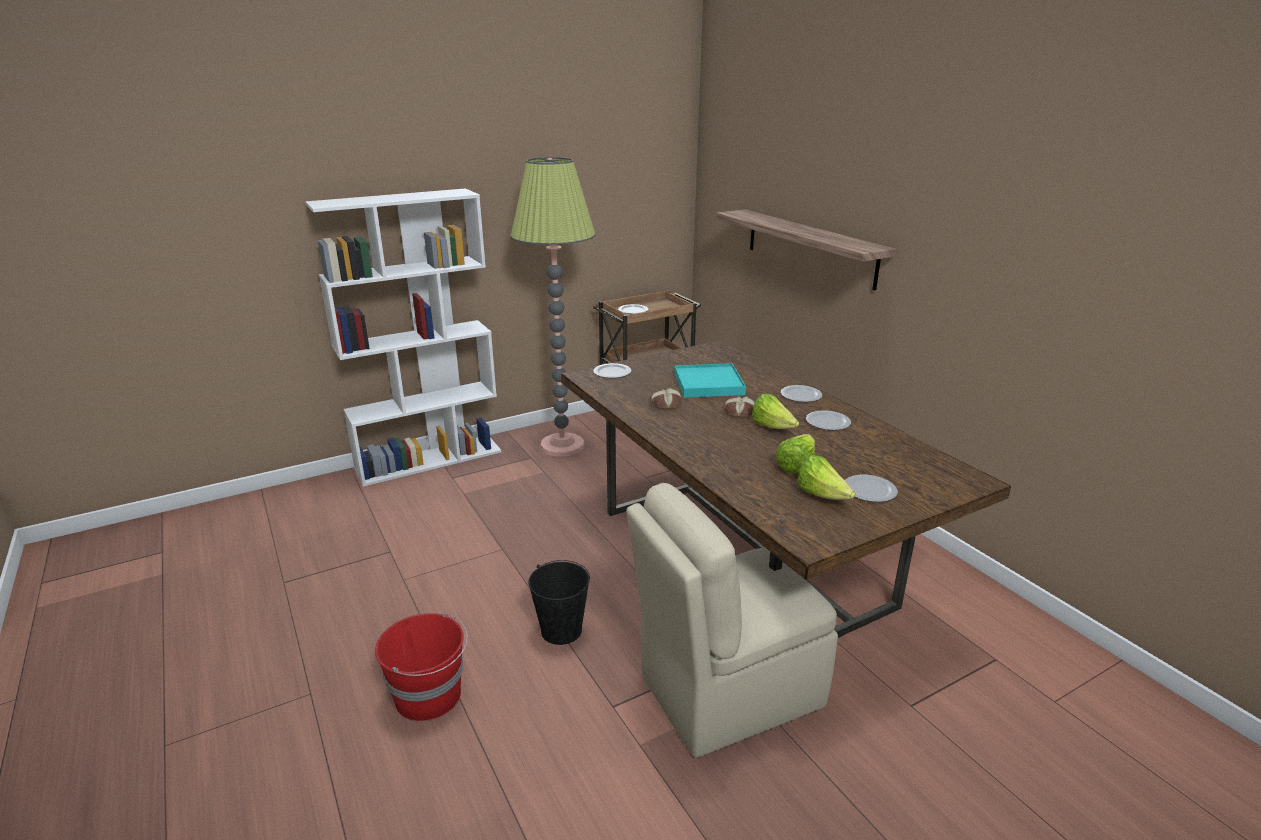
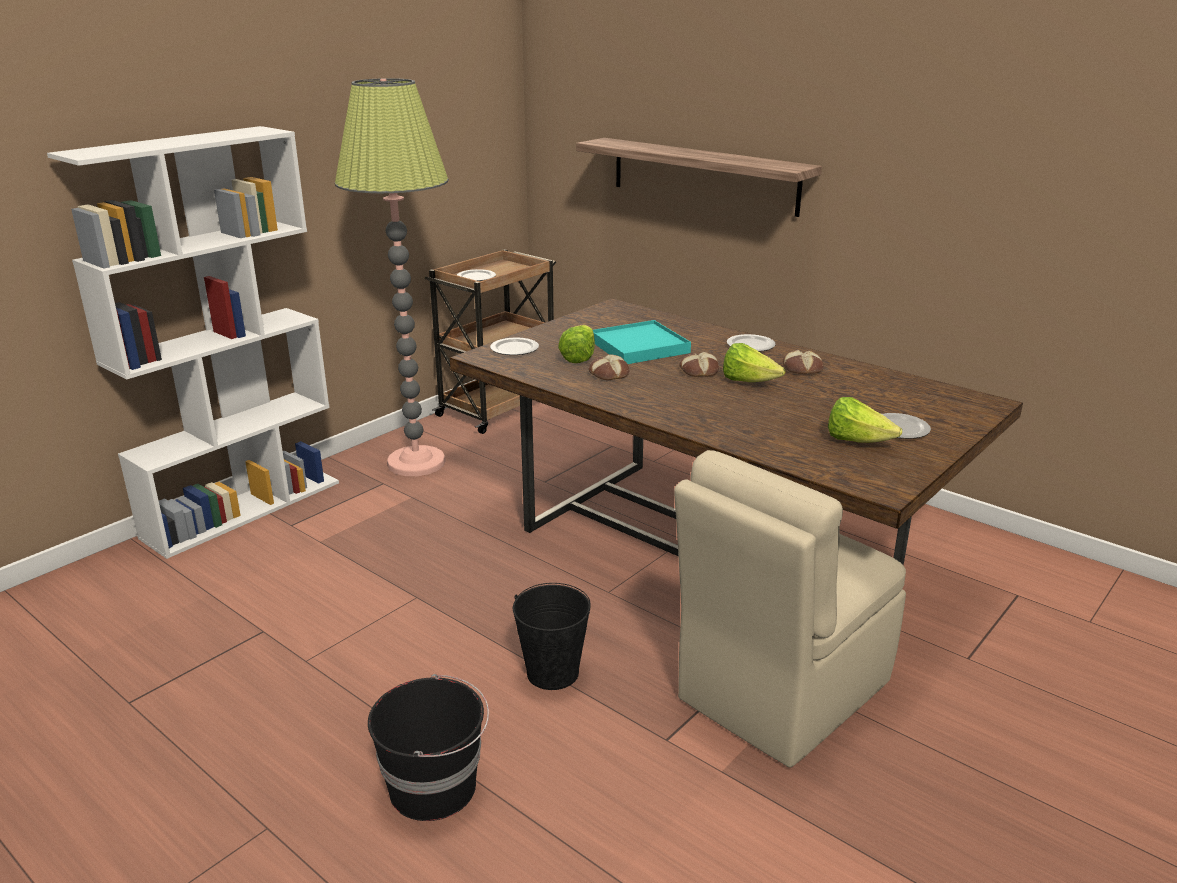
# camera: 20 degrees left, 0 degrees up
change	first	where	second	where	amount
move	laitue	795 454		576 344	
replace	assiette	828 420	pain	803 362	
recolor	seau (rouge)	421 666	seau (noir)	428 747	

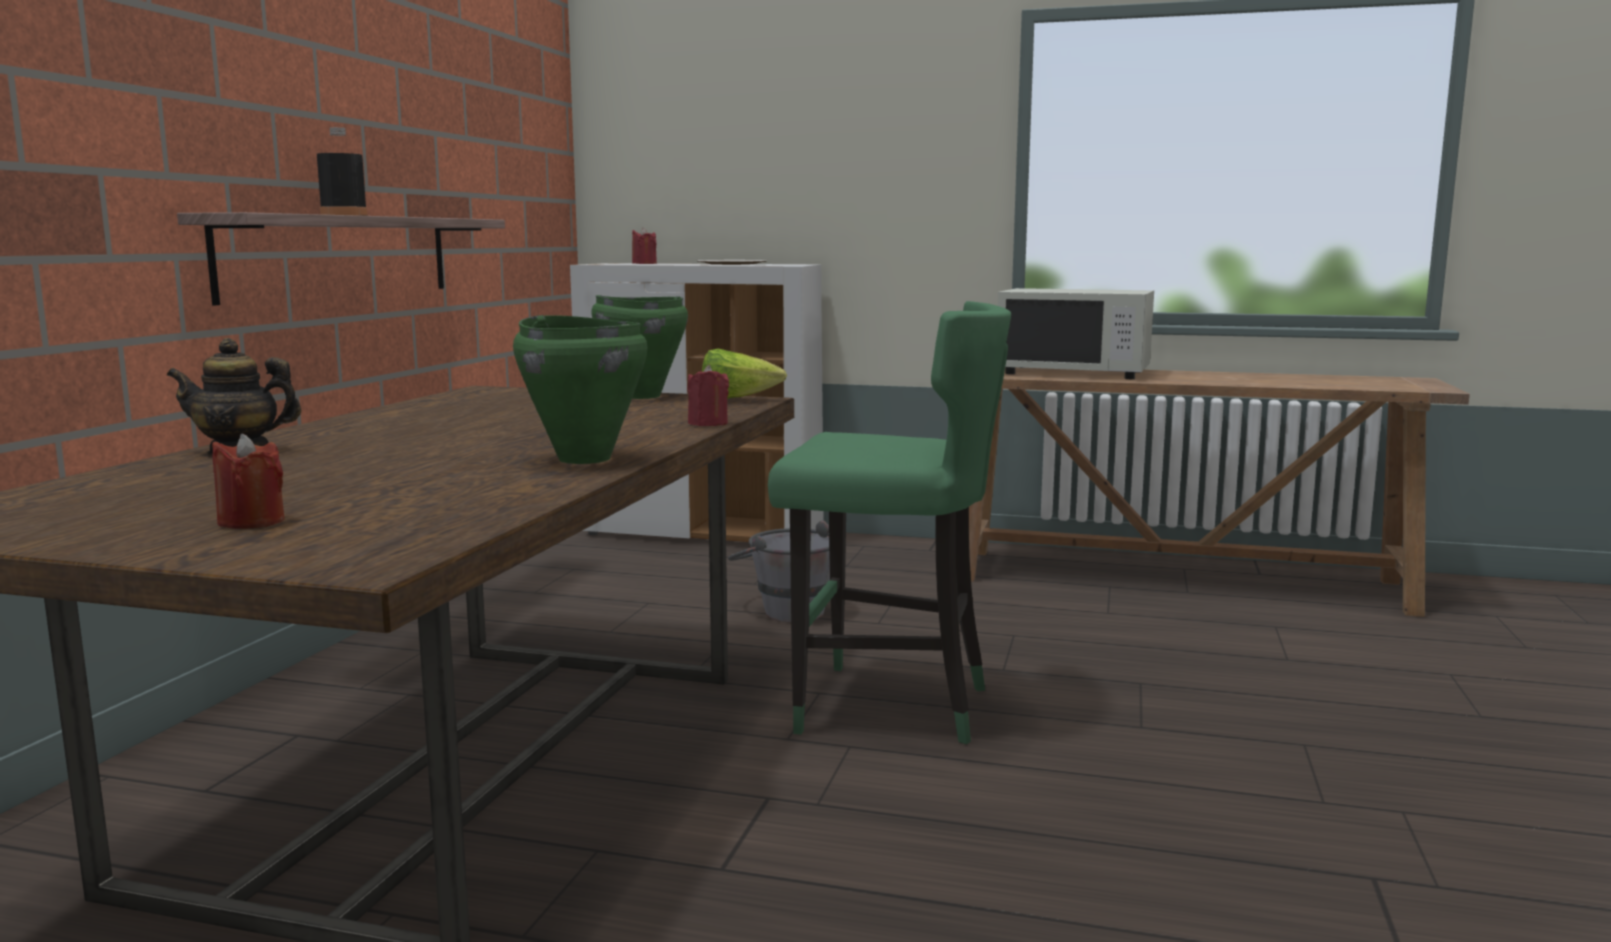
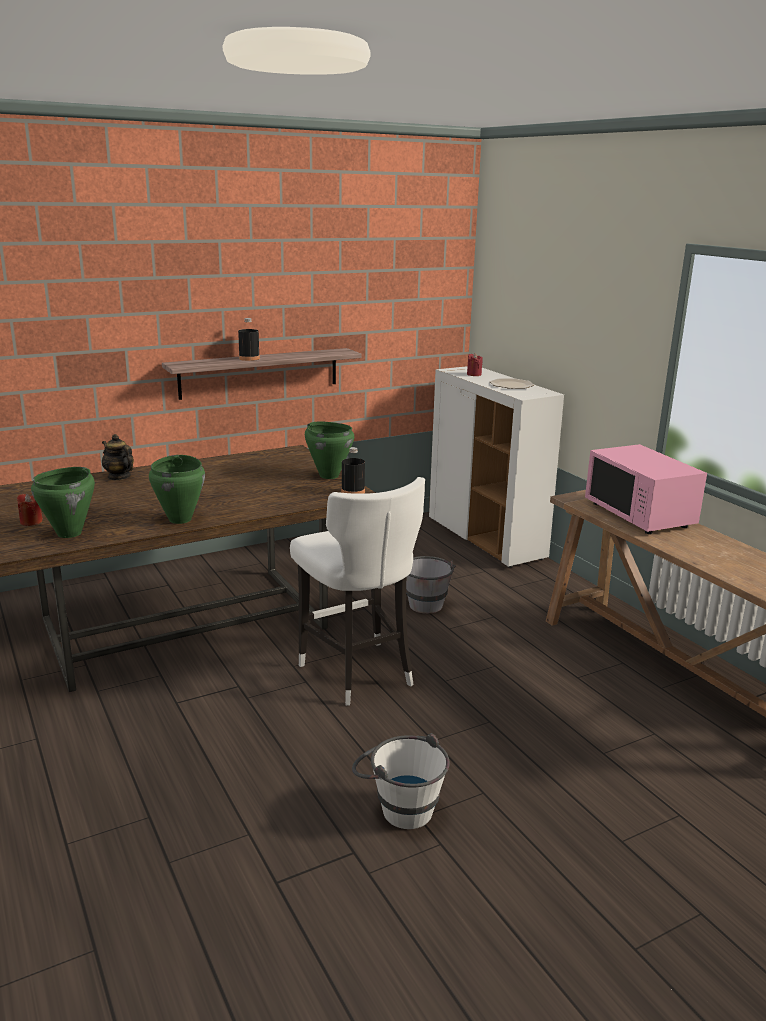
# camera: 45 degrees right, 10 degrees up
change	first	where	second	where	amount
delete	bougie (rouge)	708 395			
insert			marmite (vert)	63 502	
insert			seau (blanc)	401 781	
replace	laitue	744 374	bouteille (noir)	353 470	
recolor	tabouret (vert)	889 522	tabouret (blanc)	357 591	
recolor	micro-ondes (blanc)	1076 333	micro-ondes (rose)	646 489	

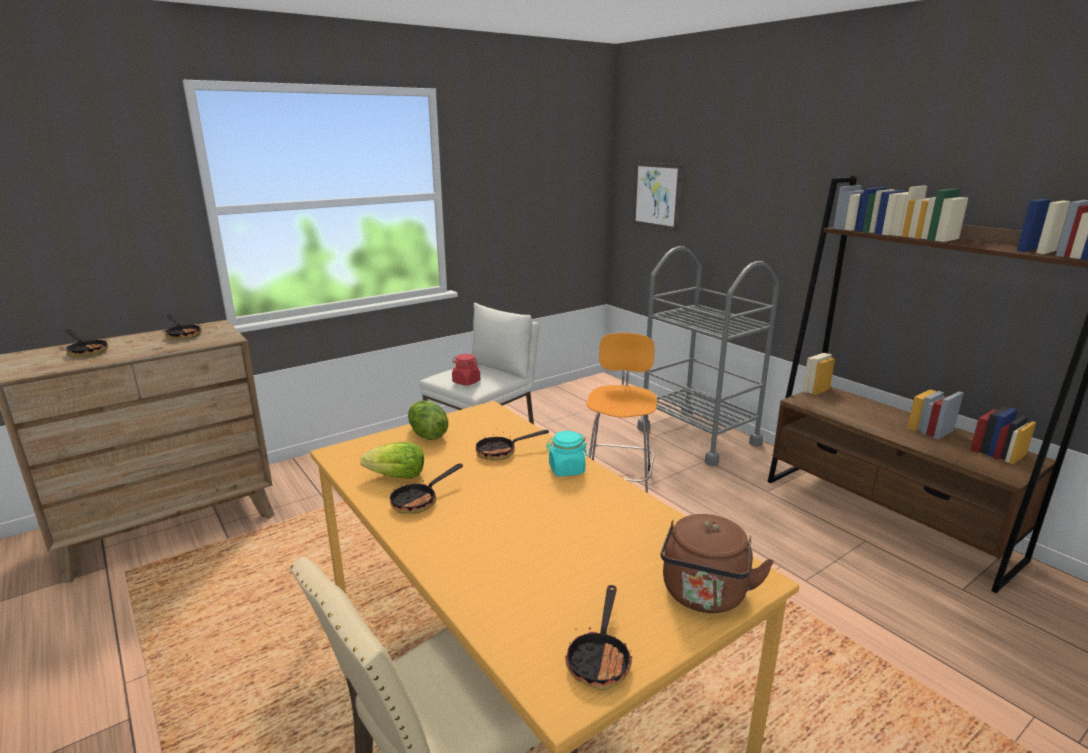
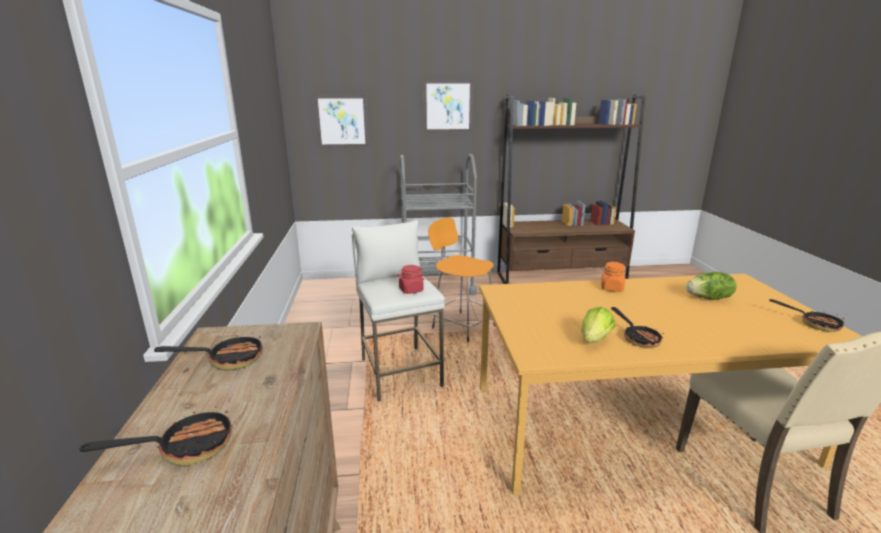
# camera: 60 degrees left, 0 degrees up
change	first	where	second	where	amount
delete	poêle	512 445			
delete	bouilloire (marron)	717 563			
insert			tableau	448 106	
move	laitue	428 420		711 286	
recolor	bocal (turquoise)	567 453	bocal (orange)	613 277	

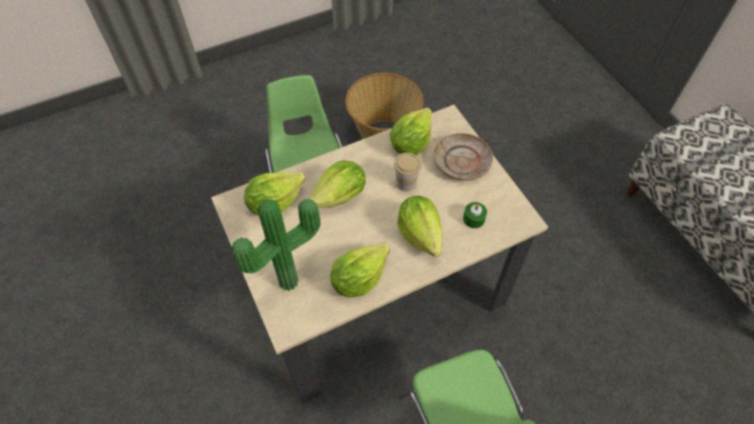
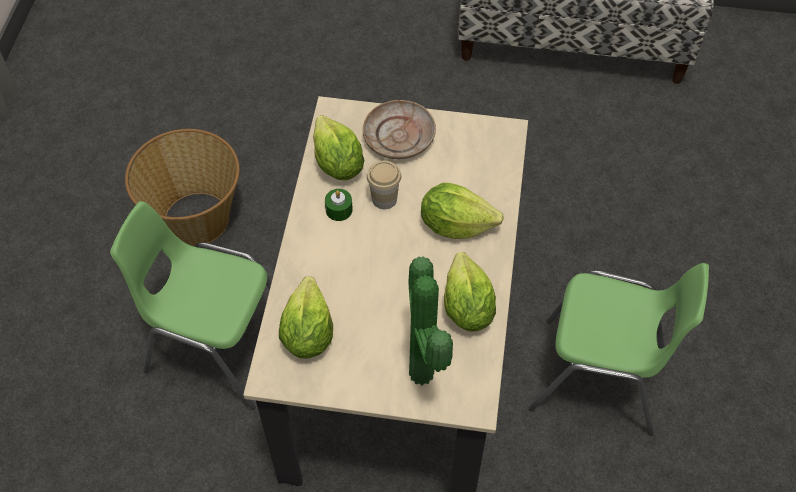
# camera: 55 degrees left, 0 degrees up
change	first	where	second	where	amount
delete	laitue	337 184			
move	bougie (vert)	475 215		339 205	

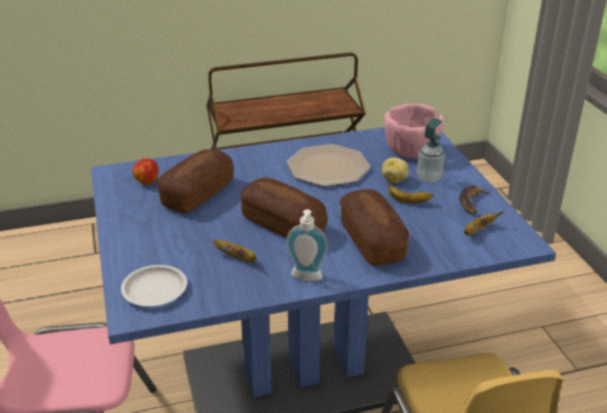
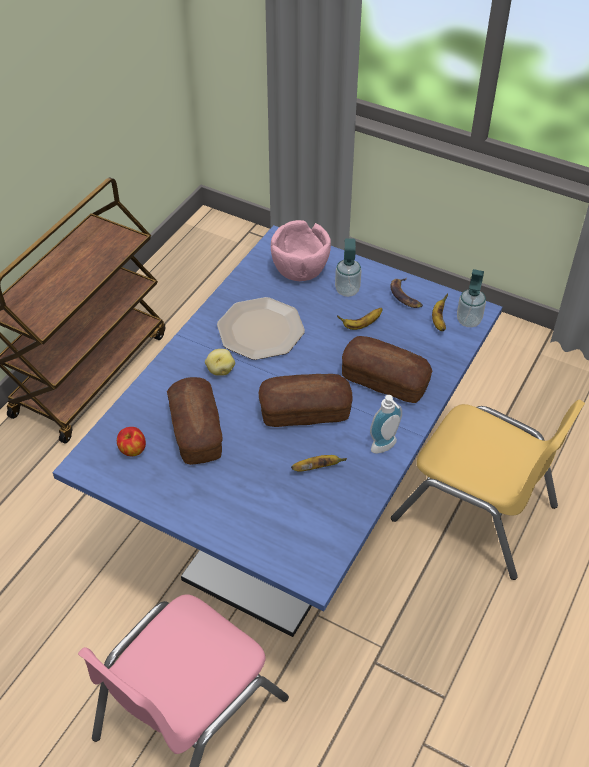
# camera: 45 degrees left, 15 degrees up
change	first	where	second	where	amount
delete	assiette (blanc)	154 285			
insert			distributeur de savon	471 298	
move	pomme de terre	395 170		220 362	

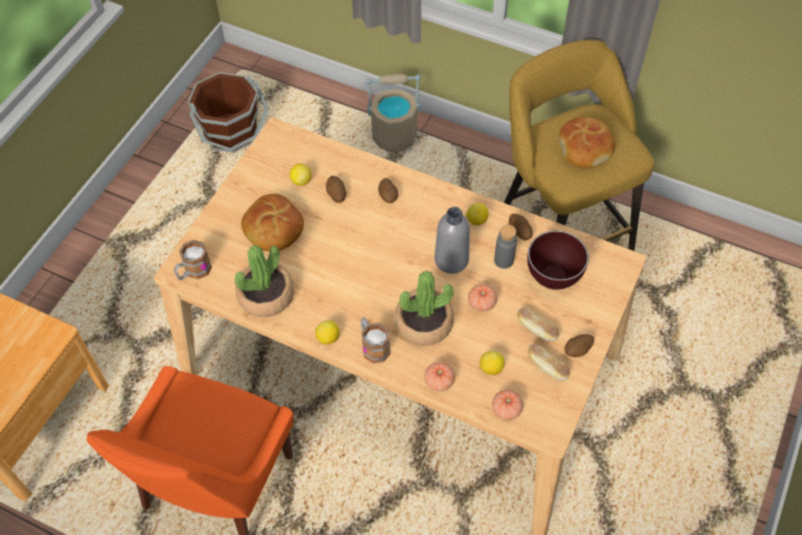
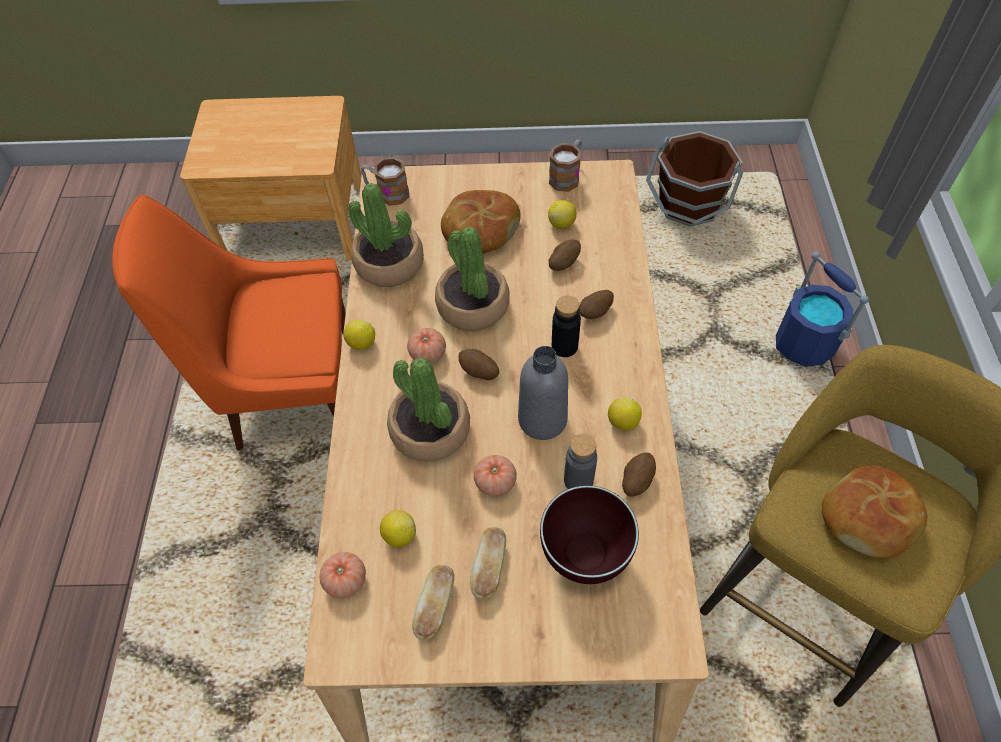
# camera: 65 degrees right, 0 degrees up
change	first	where	second	where	amount
insert			plante en pot	472 279	
insert			bouteille (noir)	566 326	
move	mug	375 340		565 165	
move	tomate	439 376		426 345	
move	pomme de terre	579 345		478 364	
recolor	seau (beige)	393 113	seau (bleu)	822 309	

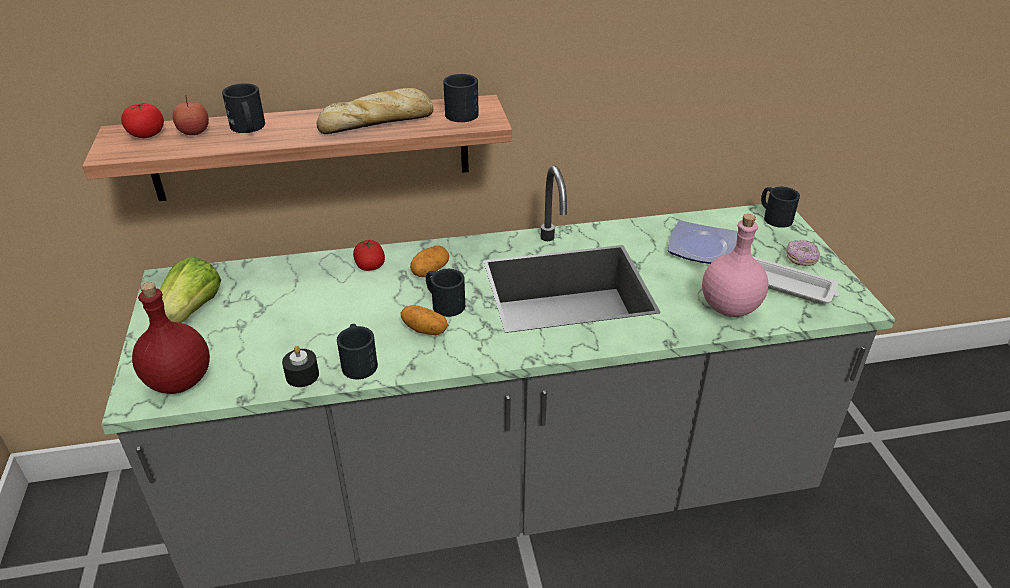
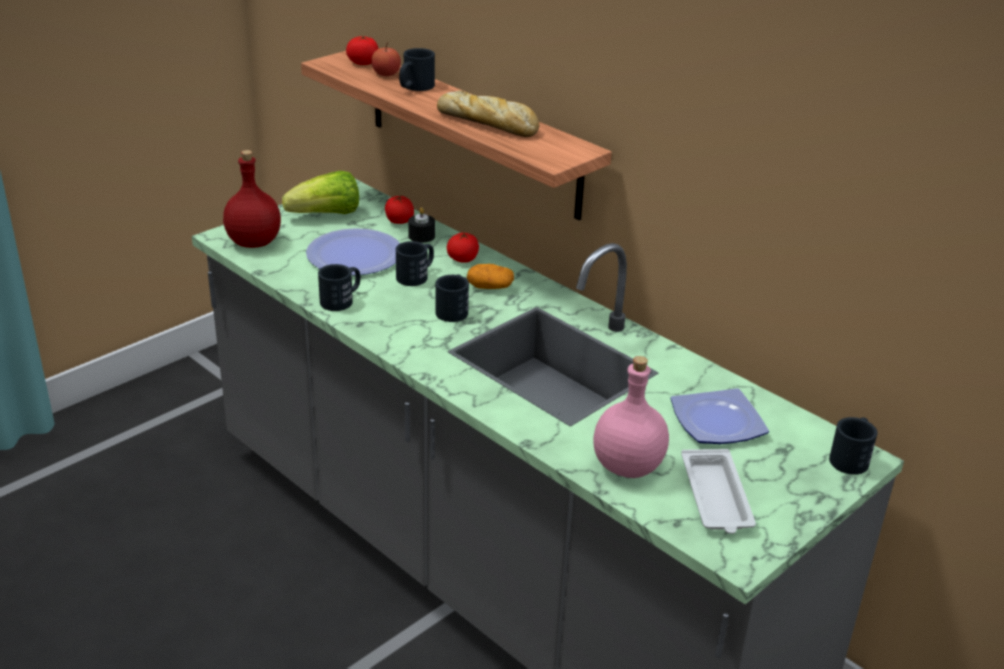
# camera: 55 degrees right, 5 degrees down
change	first	where	second	where	amount
delete	pomme de terre	424 320			
delete	beignet	803 253			
insert			assiette	353 251	
insert			tomate	399 210	
move	bougie (noir)	300 366		421 225	
move	mug (noir)	461 98		415 263	

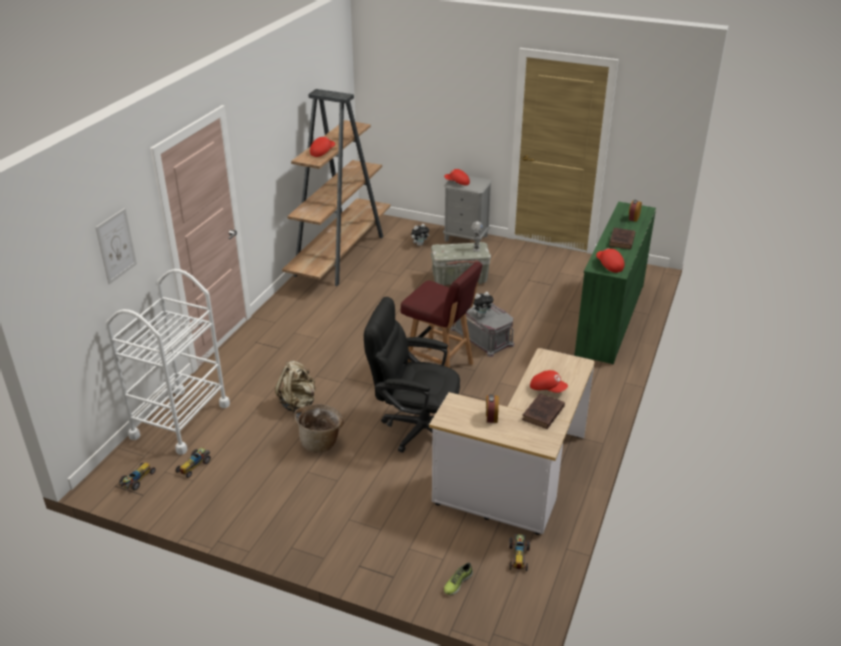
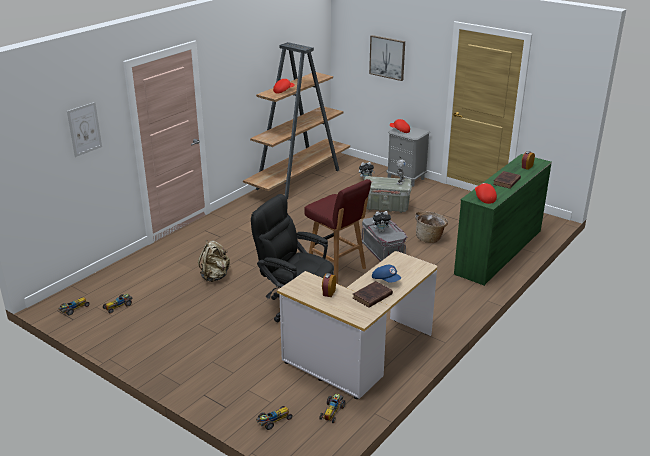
# camera: 15 degrees right, 5 degrees down
change	first	where	second	where	amount
delete	chariot (blanc)	168 362			
insert			tableau	387 58	
move	panier	319 428		431 227	
replace	chaussure	458 579	petite voiture	274 418	
recolor	casquette (rouge)	549 381	casquette (bleu)	386 274	

